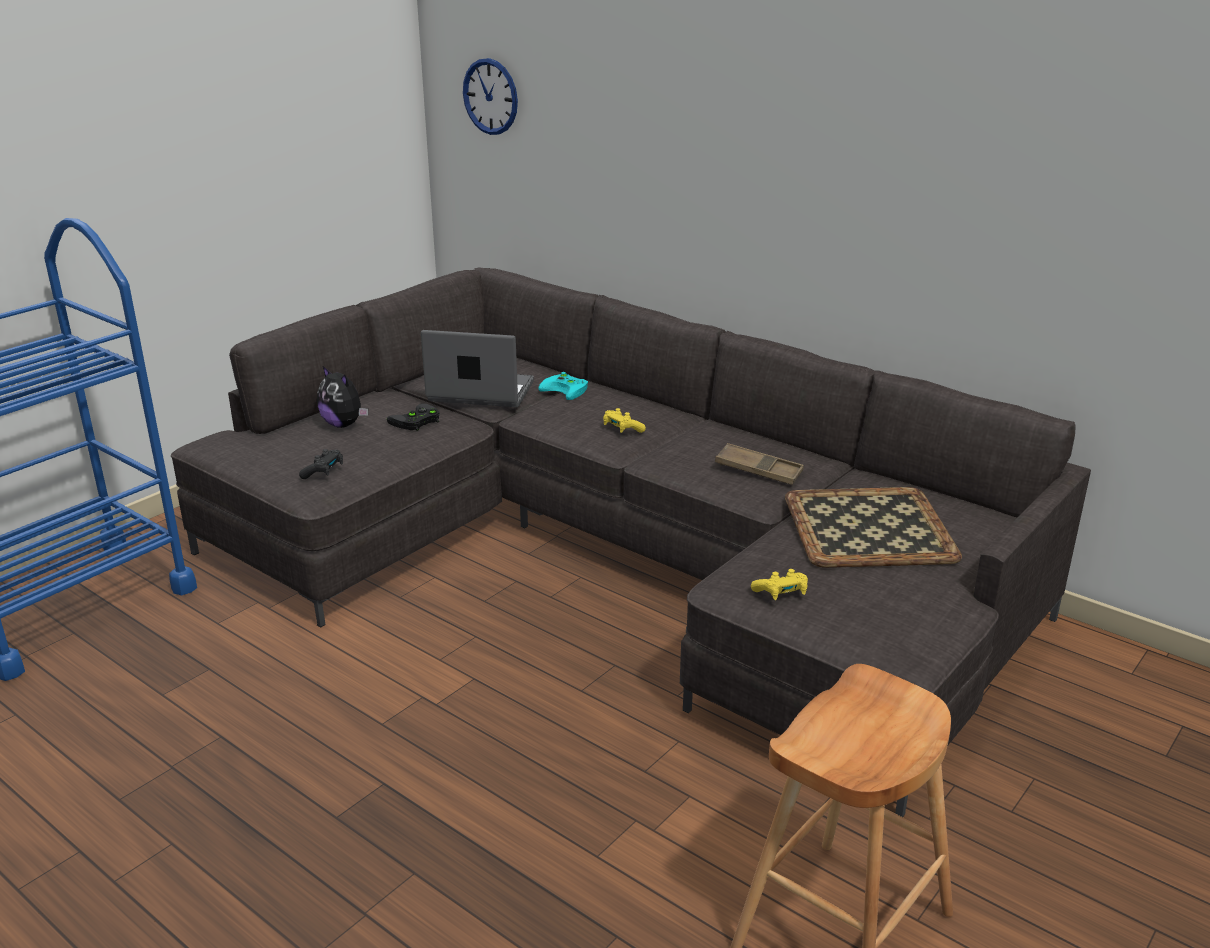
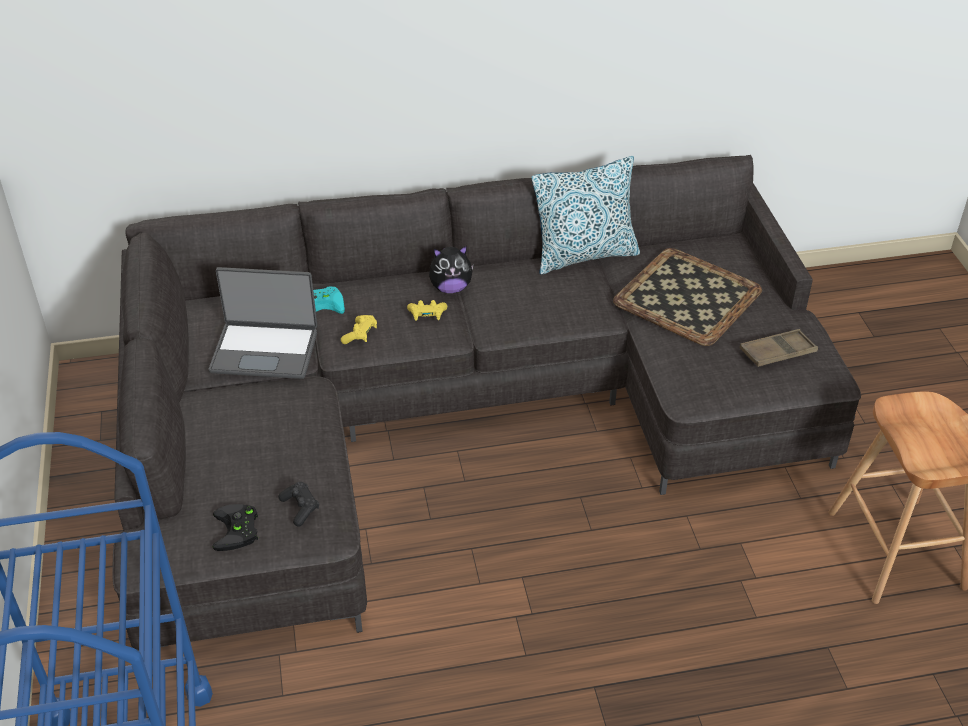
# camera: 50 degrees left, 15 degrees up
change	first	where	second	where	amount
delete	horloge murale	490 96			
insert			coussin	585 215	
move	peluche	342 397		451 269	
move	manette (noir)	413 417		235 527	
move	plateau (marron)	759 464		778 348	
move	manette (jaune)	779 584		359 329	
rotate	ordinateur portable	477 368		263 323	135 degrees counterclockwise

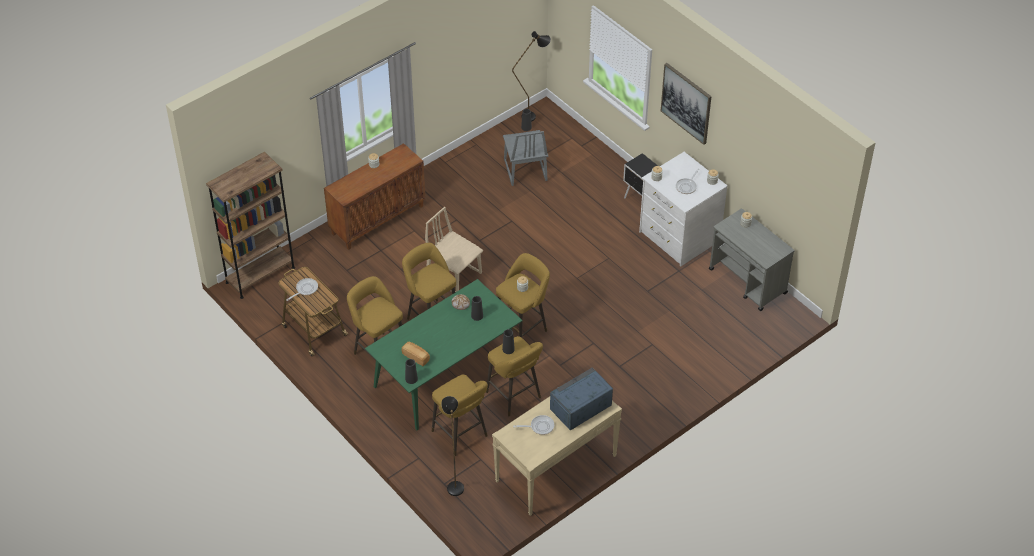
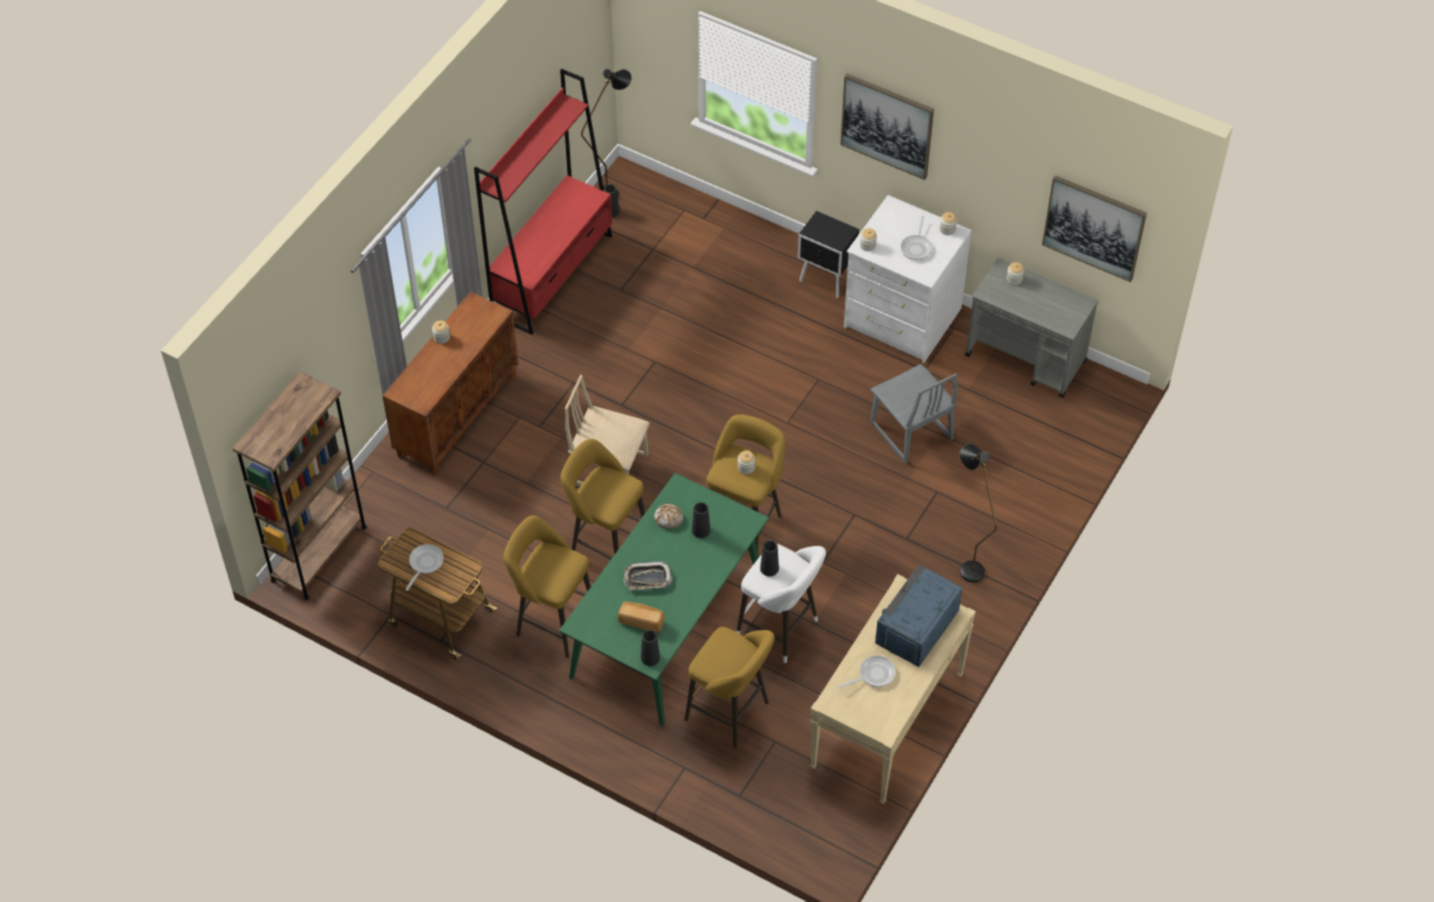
# camera: 20 degrees left, 5 degrees up
change	first	where	second	where	amount
insert			bibliothèque (rouge)	543 202	
insert			plateau	647 575	
insert			tableau	1094 228	
move	lampadaire (noir)	452 446		978 513	
move	chaise (gris)	525 158		914 414	
recolor	tabouret (jaune)	514 376	tabouret (blanc)	781 603	

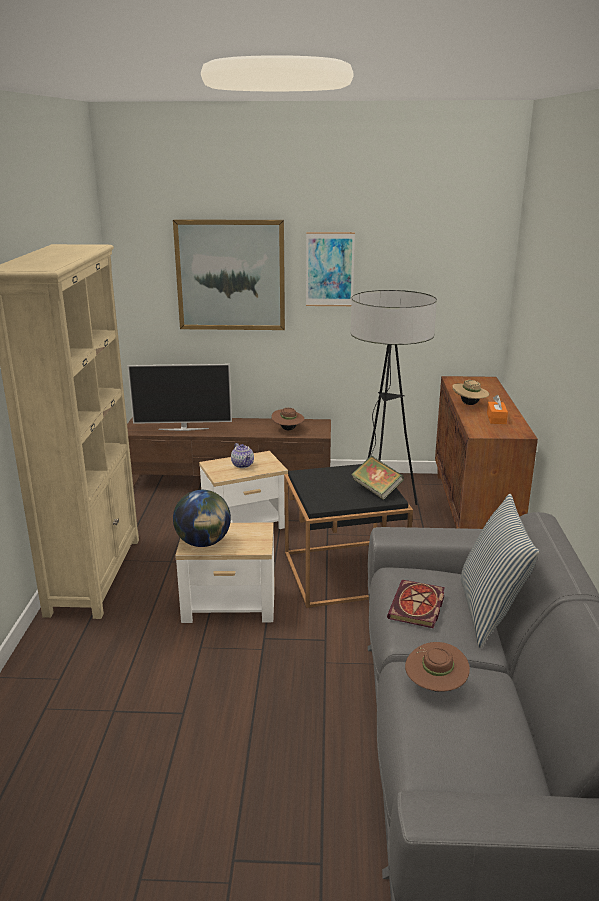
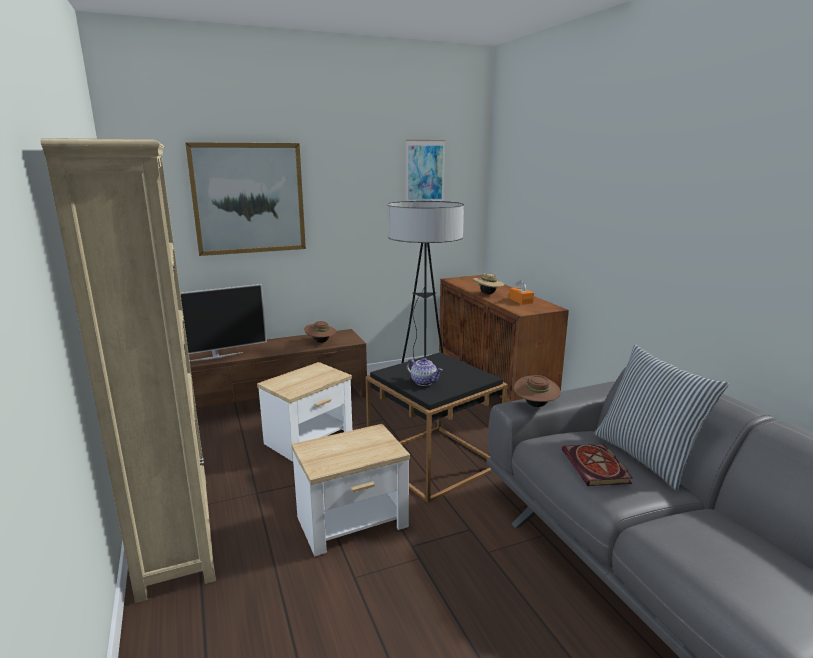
# camera: 25 degrees left, 5 degrees down
change	first	where	second	where	amount
delete	globe	202 518			
delete	livre	377 478			
move	théière	242 455		424 372	
move	tableau	330 269		425 170	
move	chapeau (marron)	437 667		537 391	

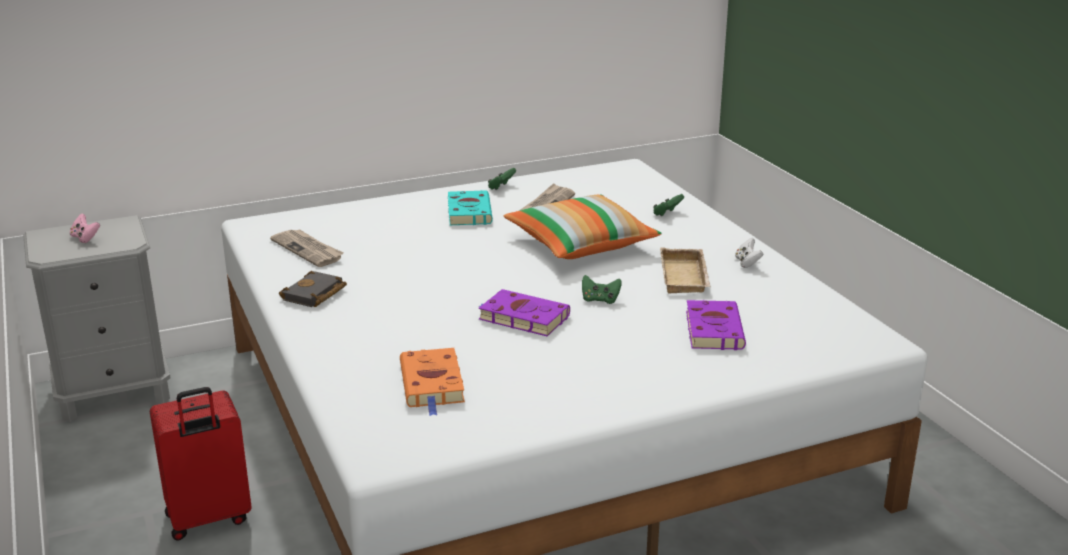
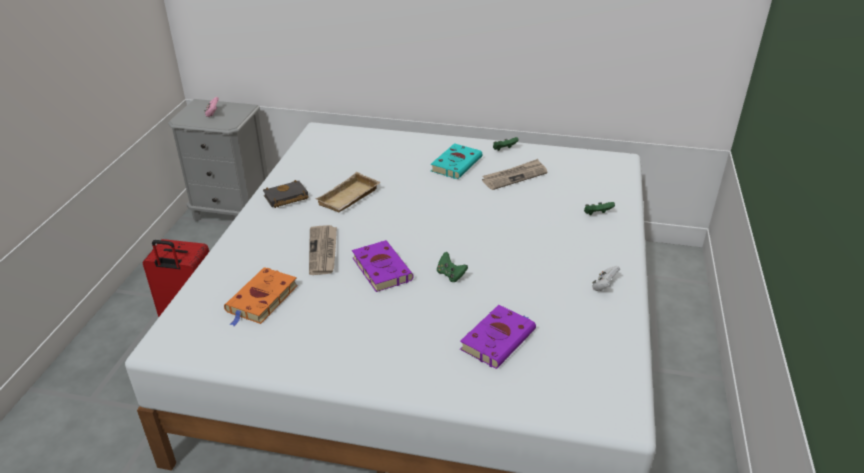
# camera: 35 degrees right, 10 degrees up
change	first	where	second	where	amount
delete	coussin	583 227			
move	journal	307 248		323 250	
move	plateau (beige)	685 270		348 192	

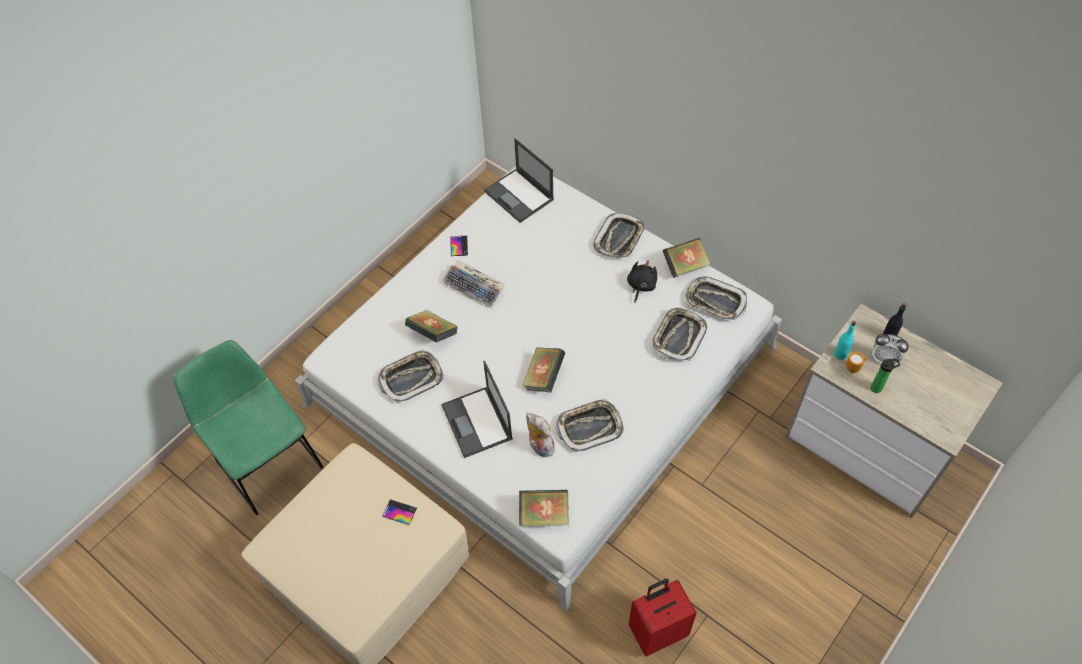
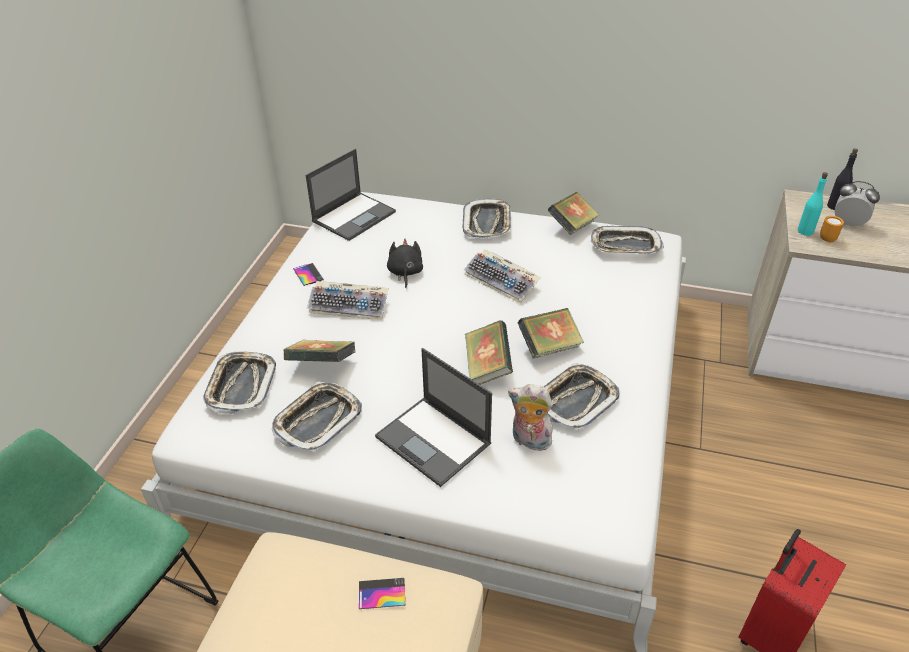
# camera: 25 degrees left, 15 degrees down
change	first	where	second	where	amount
delete	bouteille	885 376			
insert			clavier	502 276	
move	livre	544 508		550 333	
move	peluche (noir)	642 282		405 263	
move	plateau	679 334		239 383	
rotate	ordinateur portable	519 180		351 195	75 degrees counterclockwise
rotate	réveil	890 349		857 203	150 degrees counterclockwise

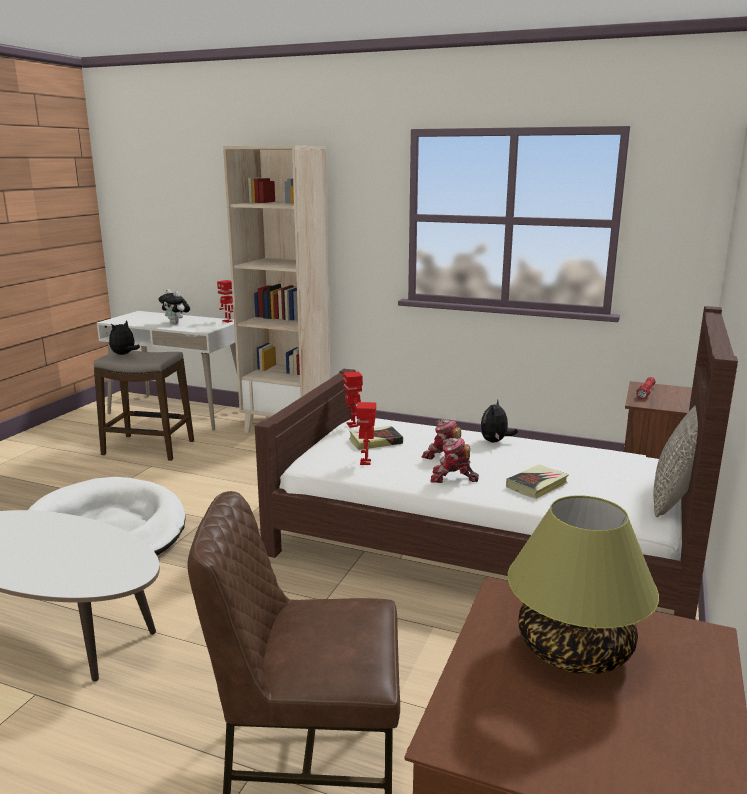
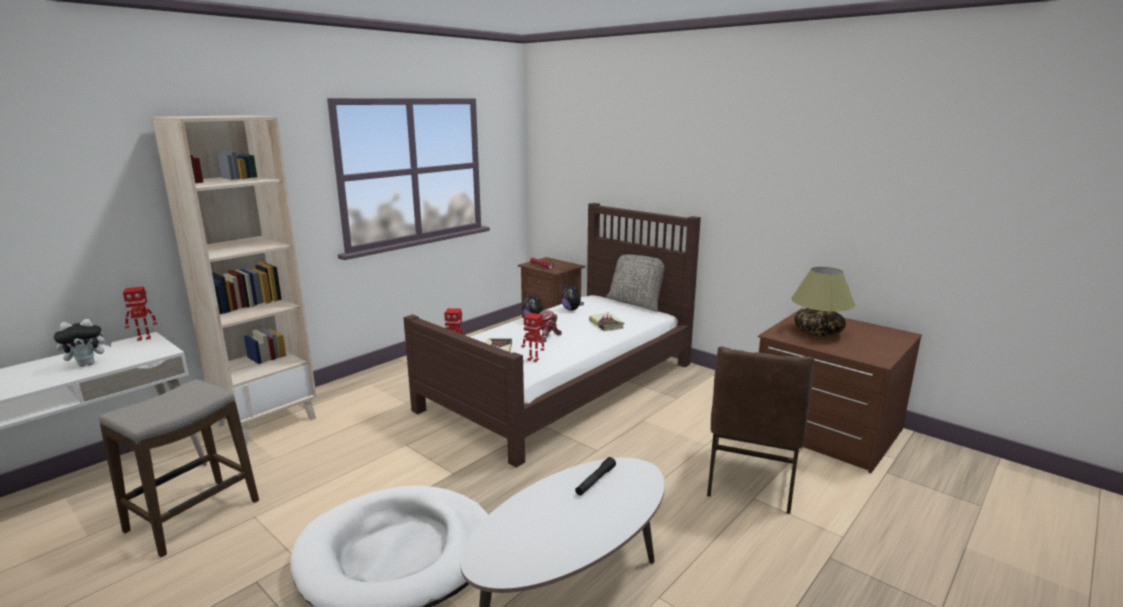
# camera: 70 degrees left, 0 degrees up
change	first	where	second	where	amount
delete	robot jouet	455 460			
insert			lampe de poche (noir)	595 476	
move	peluche	124 337		572 296	

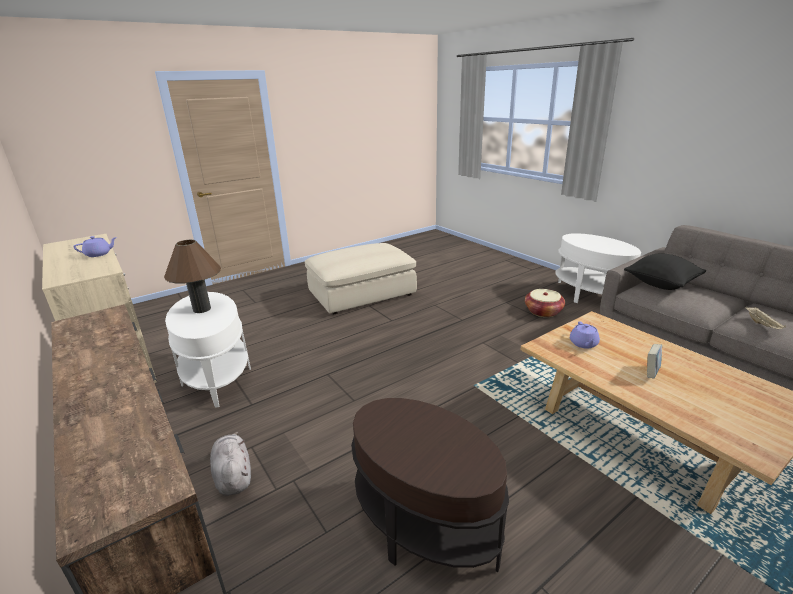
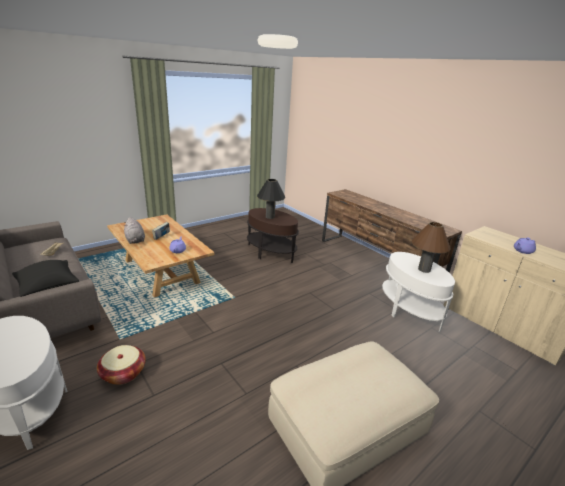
# camera: 175 degrees right, 0 degrees up
change	first	where	second	where	amount
insert			lampe de table (noir)	271 199	
move	peluche (gris)	230 464		134 230	

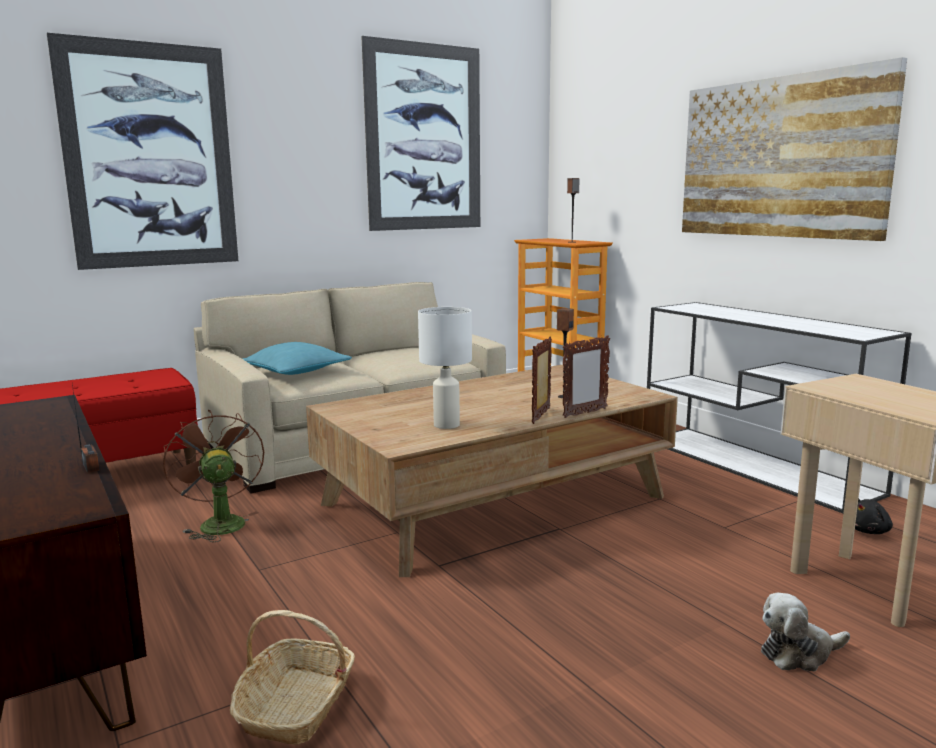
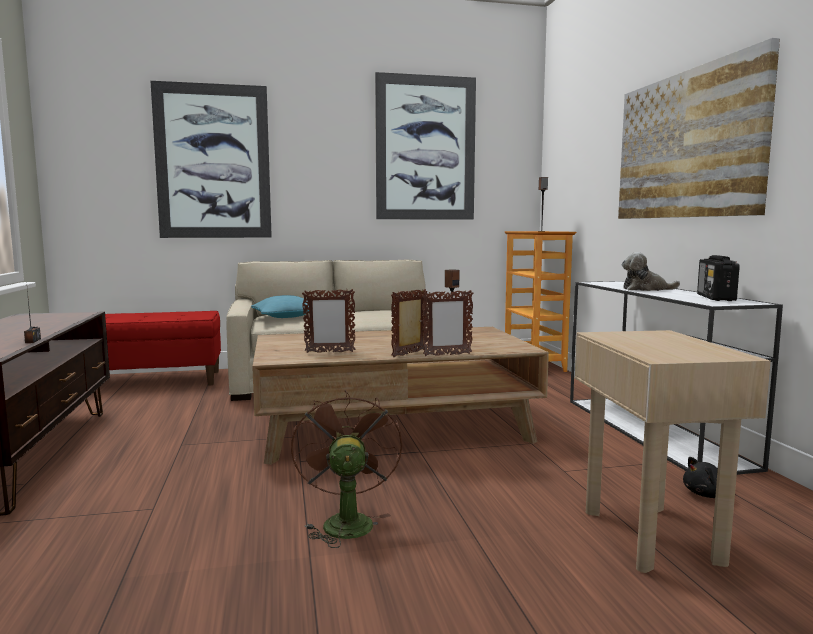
# camera: 20 degrees right, 5 degrees down
change	first	where	second	where	amount
delete	panier	292 677			
insert			radio	718 278	
move	ventilateur (marron)	213 475		347 469	
move	peluche	805 631		651 271	
replace	lampe de table (blanc)	445 368	cadre photo	328 321	

